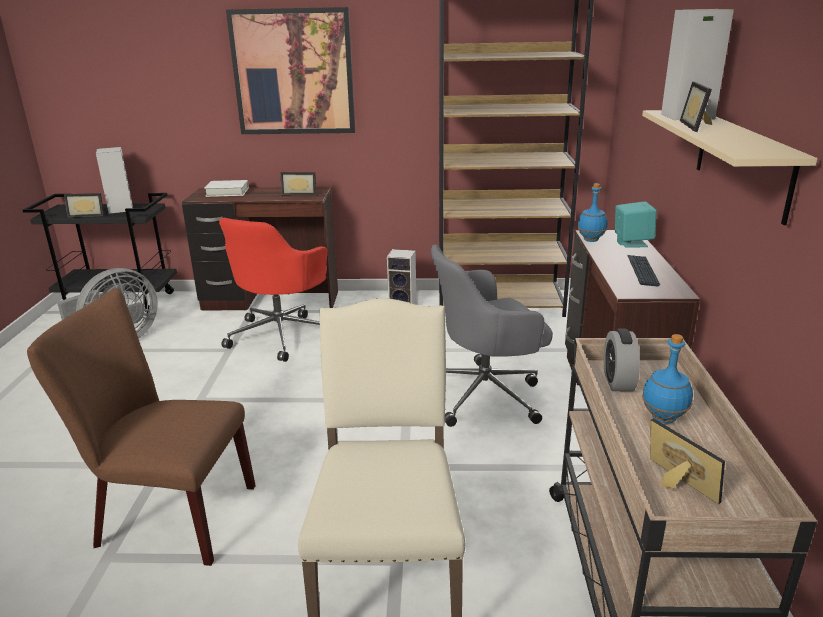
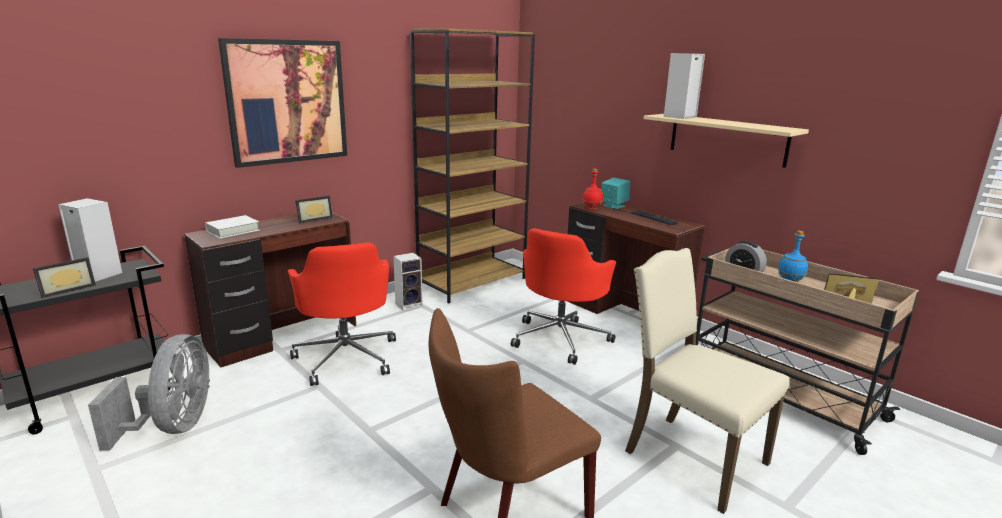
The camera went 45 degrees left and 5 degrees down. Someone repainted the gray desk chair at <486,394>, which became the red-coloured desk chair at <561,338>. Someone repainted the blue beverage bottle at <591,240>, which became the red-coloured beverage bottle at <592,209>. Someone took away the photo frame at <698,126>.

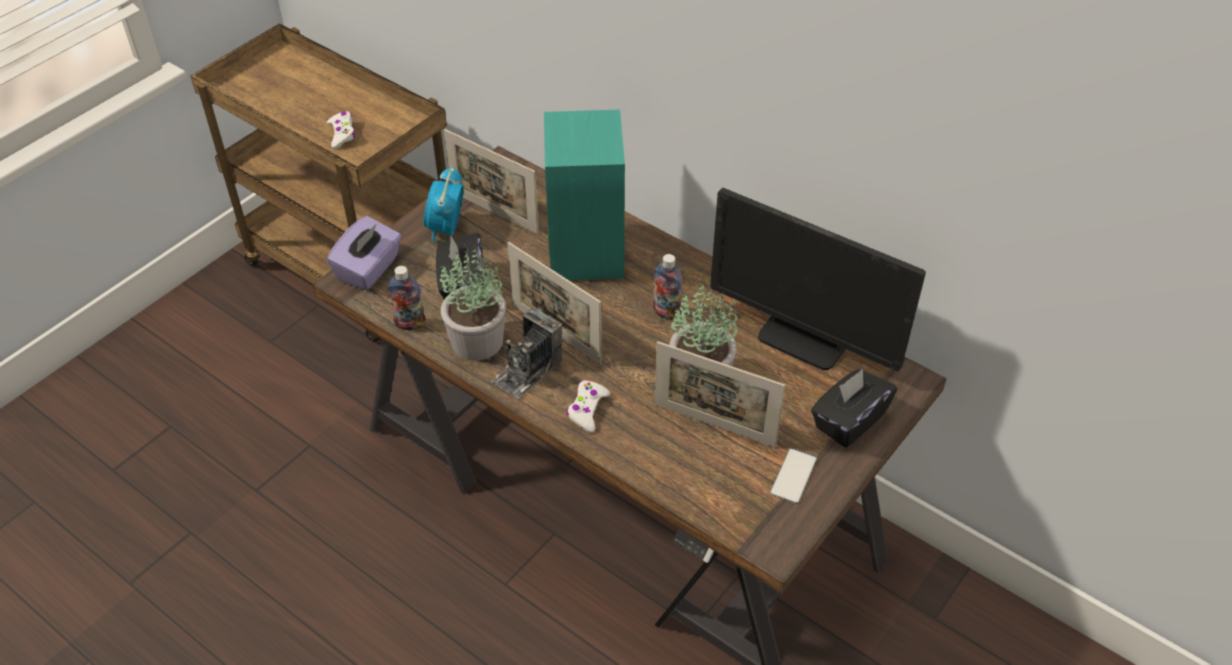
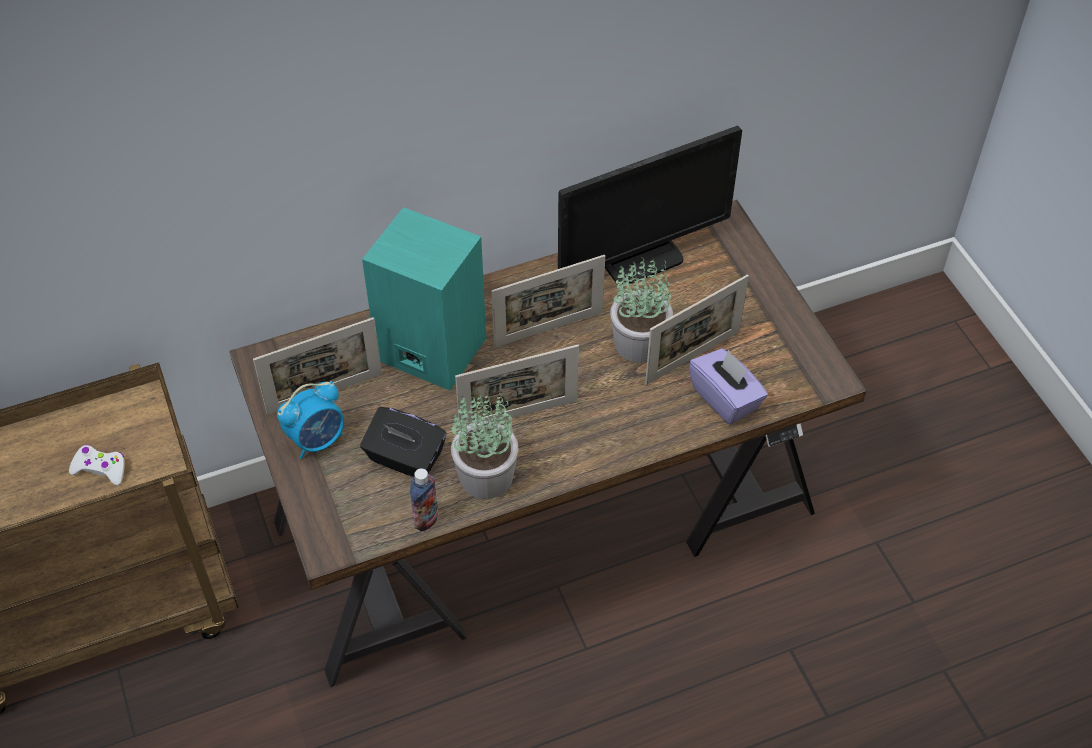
The camera went 60 degrees left and 5 degrees up. Someone rotated the bedside clock at <446,229> by 75 degrees counterclockwise. Someone swapped the beverage bottle at <666,312> for the photo frame at <548,329>. Someone carried the purplish box of tissues from <369,269> to <725,398>. Someone took away the still camera at <528,370>. Someone took away the whitish joypad at <587,410>. Someone took away the phone at <793,476>. Someone took away the black box of tissues at <848,421>.

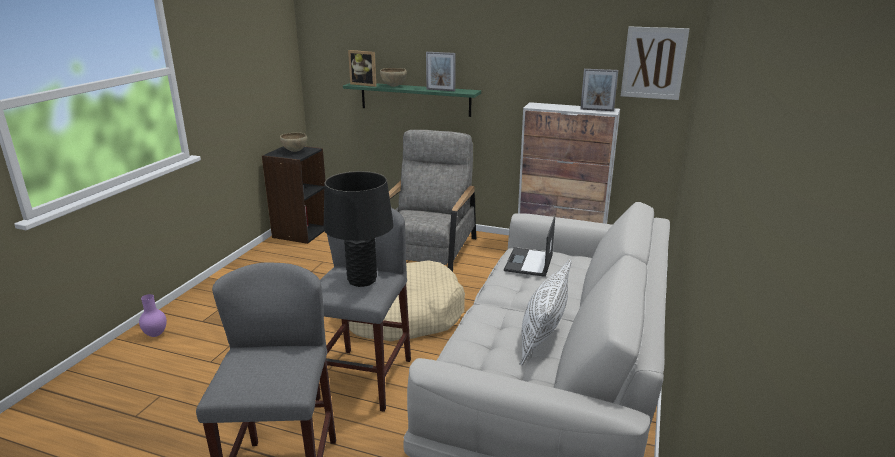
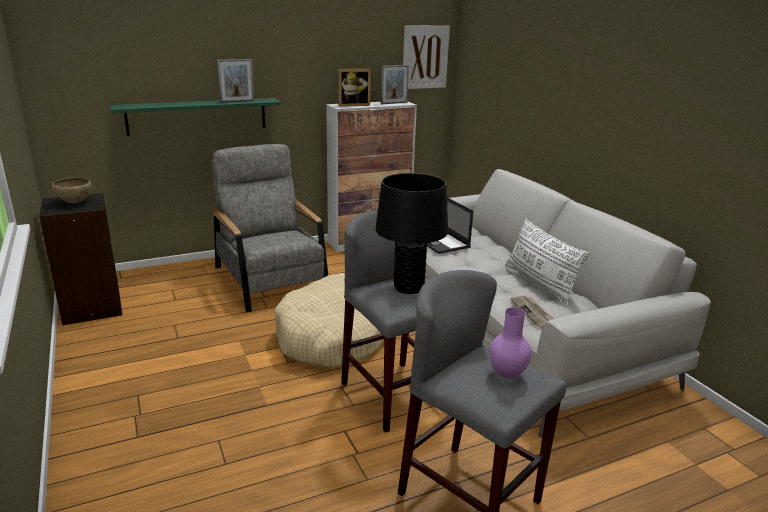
The camera went 45 degrees left and 0 degrees up. Someone carried the photo frame from <365,84> to <353,105>. Someone carried the purplish decorative vase from <156,334> to <506,374>. Someone put down the printed paper at <534,313>. Someone took away the brownish deep dish at <393,86>.

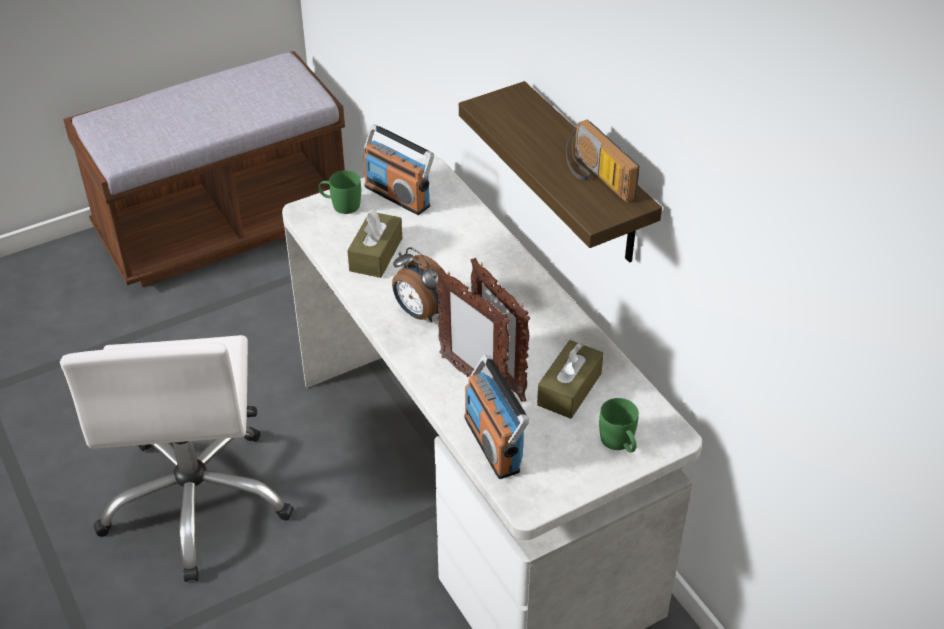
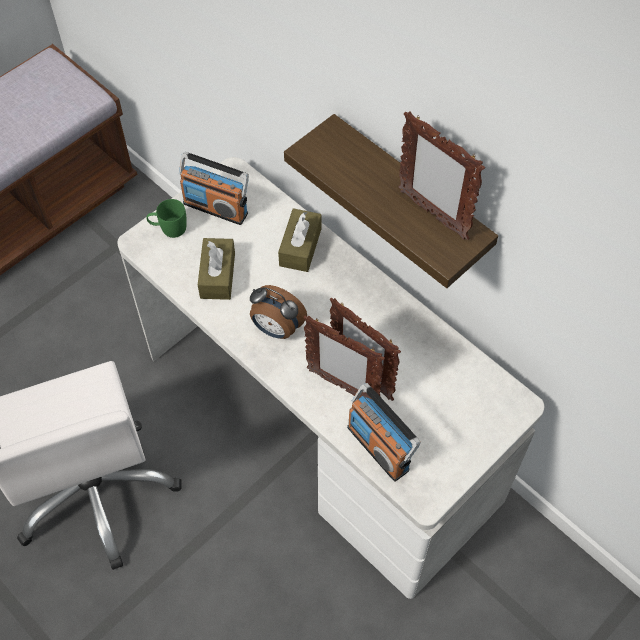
The camera went 15 degrees left and 15 degrees up. Someone carried the brownish box of tissues from <569,389> to <300,247>. Someone swapped the radio at <595,177> for the photo frame at <432,214>. Someone took away the green-coloured tea mug at <619,444>.

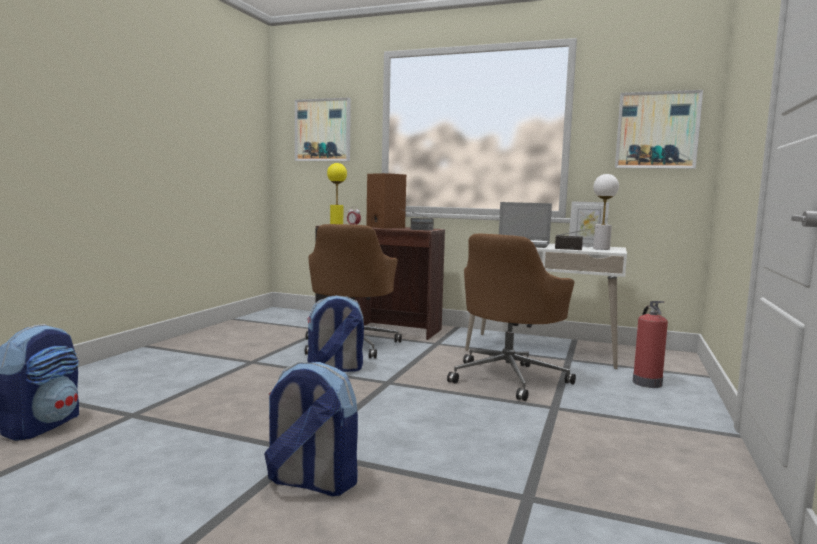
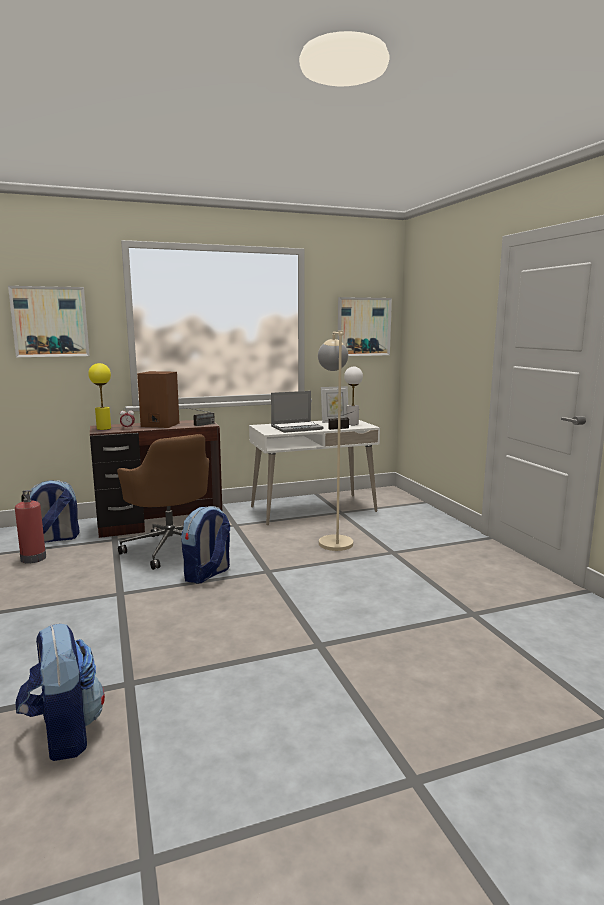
The camera went 40 degrees left and 5 degrees up. Someone carried the fire extinguisher from <646,382> to <33,558>. Someone carried the rucksack from <311,482> to <55,539>. Someone swapped the brownish desk chair at <509,378> for the sand-coloured standard lamp at <333,539>.

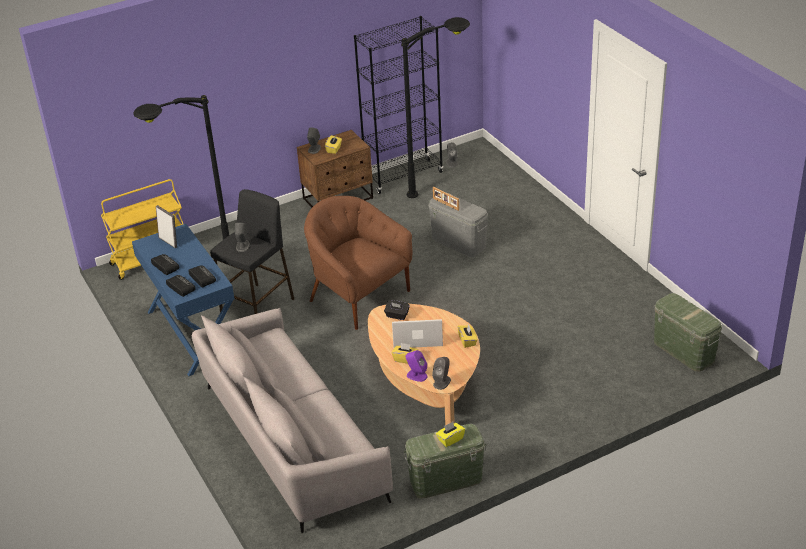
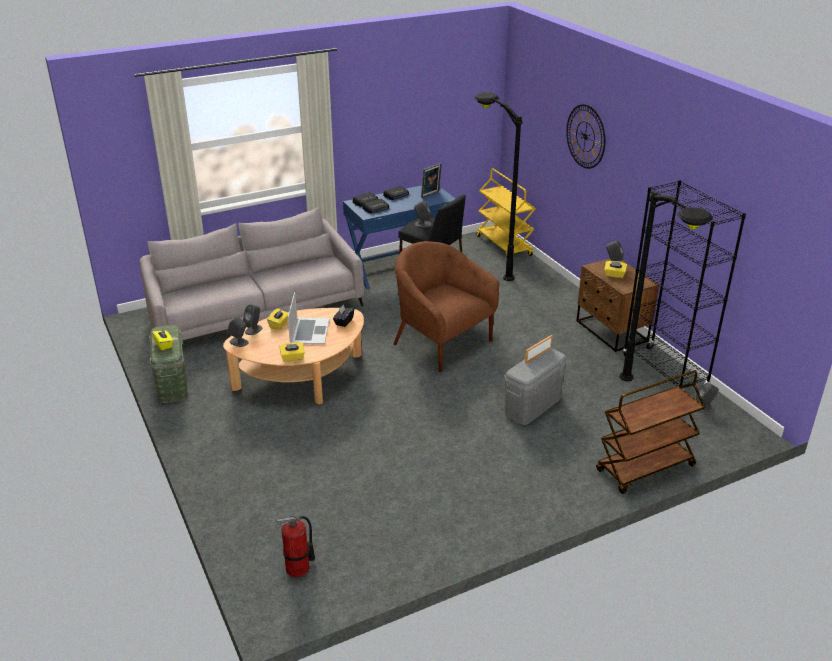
The camera went 90 degrees right and 5 degrees down. Someone repainted the purplish loudspeaker at <416,375>, which became the gray loudspeaker at <254,330>. Someone swapped the green-coloured storage bin at <684,351> for the fire extinguisher at <298,568>. Someone rotated the brownish easy chair at <358,296> by 90 degrees counterclockwise. Someone put up the clock on the wall at <585,136>. Someone put down the brownish cart at <645,469>.

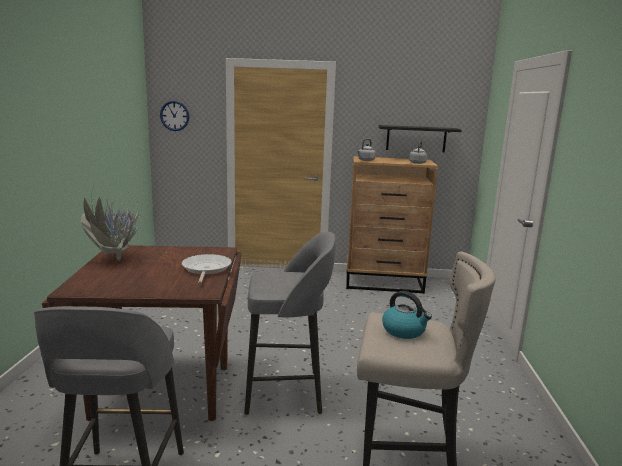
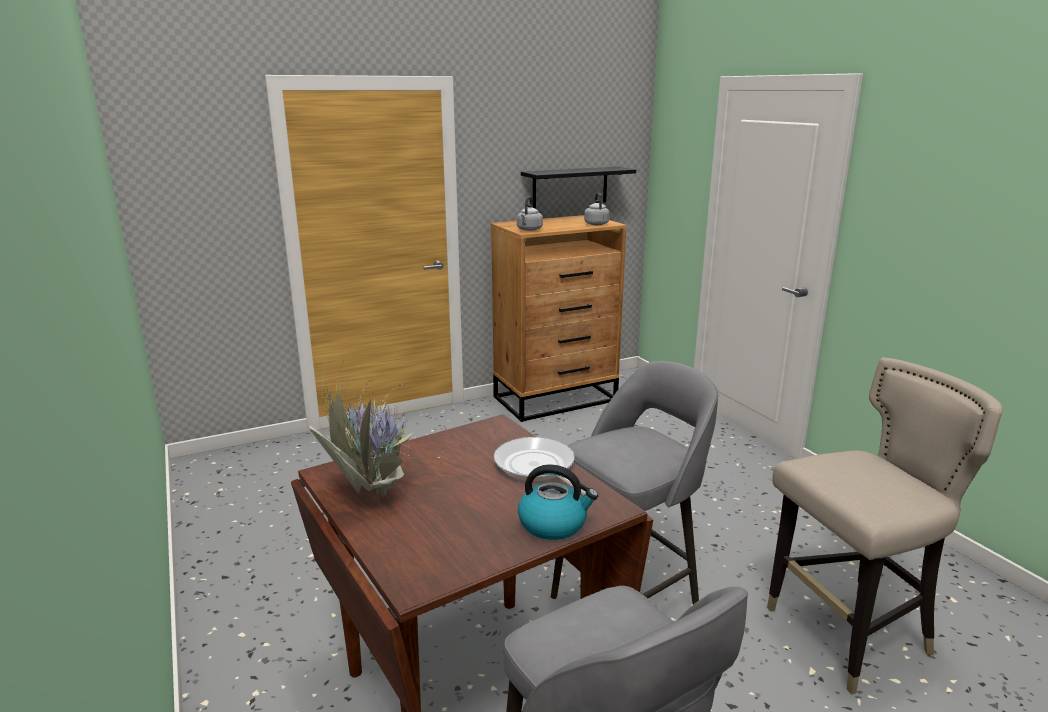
The camera went 30 degrees left and 5 degrees up. Someone carried the tea kettle from <404,331> to <554,524>. Someone took away the clock on the wall at <174,116>.

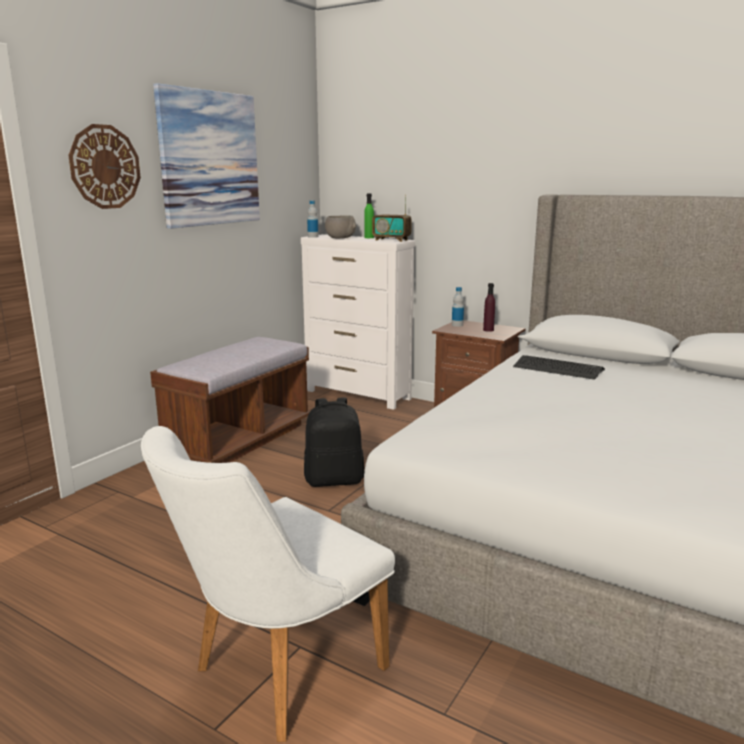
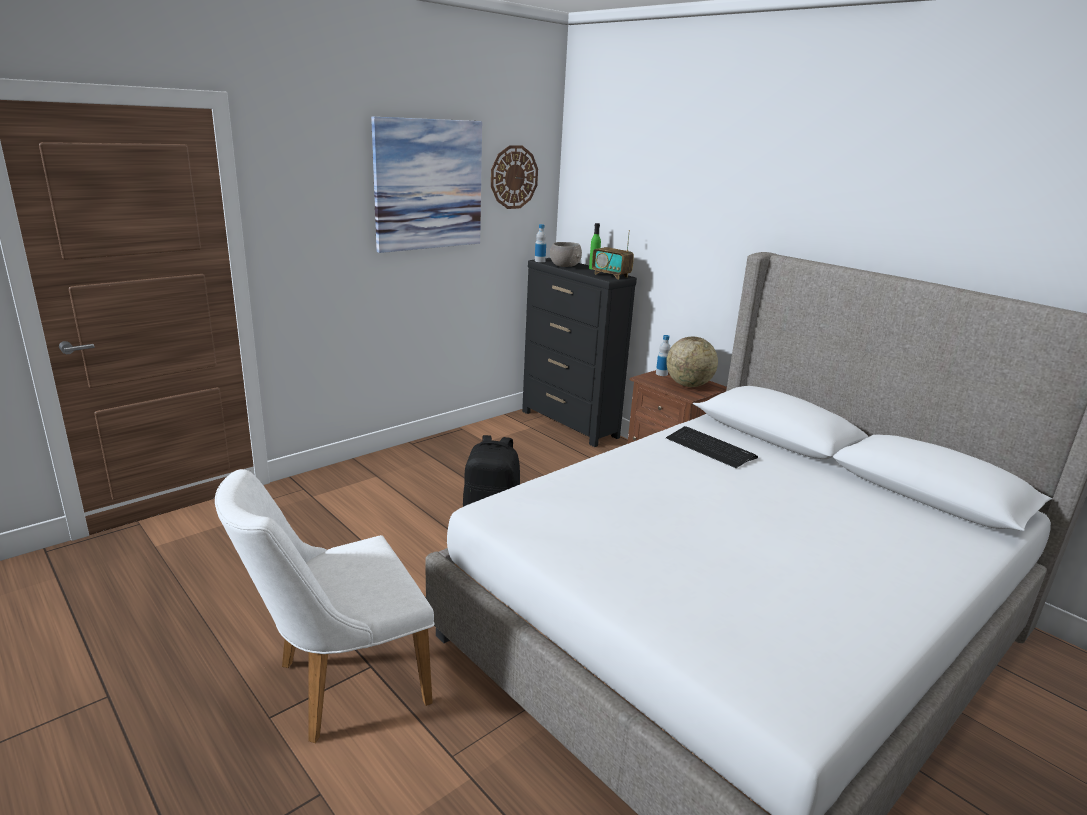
The camera went 15 degrees right and 5 degrees up. Someone carried the clock on the wall from <105,167> to <514,177>. Someone repainted the whitish dresser at <358,395>, which became the black dresser at <569,424>. Someone swapped the purplish beverage bottle at <488,330> for the desk globe at <688,385>. Someone took away the brownish bench at <239,439>.

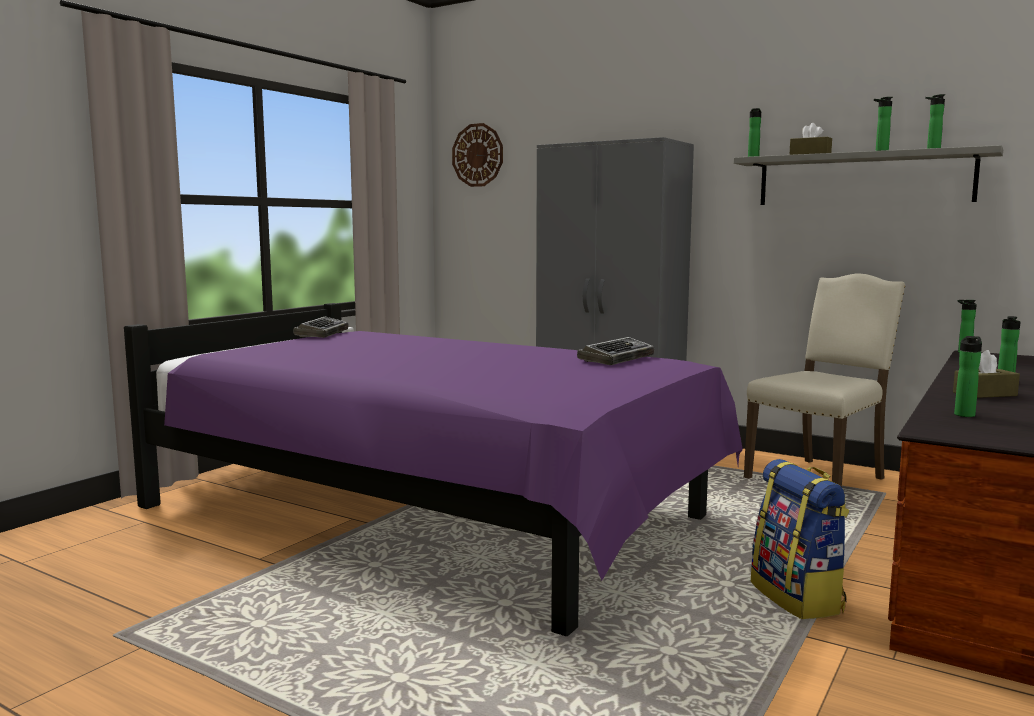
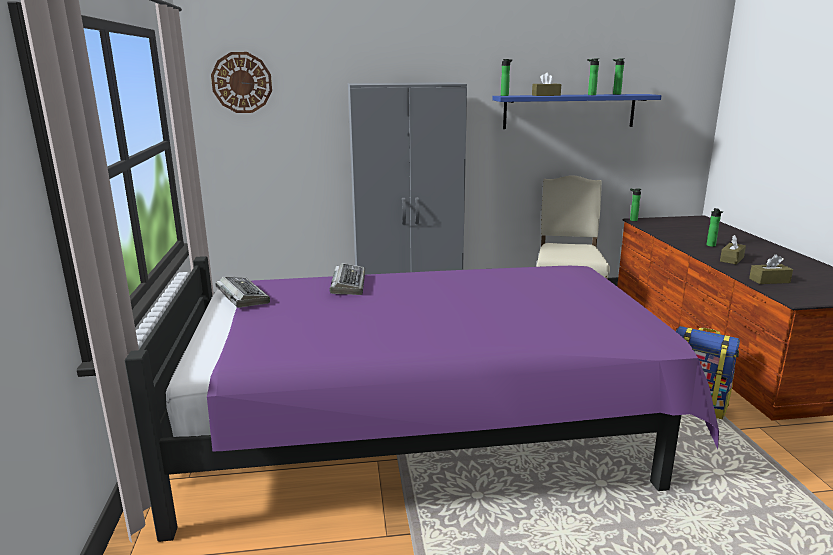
The camera went 40 degrees left and 10 degrees up. Someone carried the computer keyboard from <616,358> to <348,284>. Someone repainted the gray wall shelf at <863,179>, which became the blue wall shelf at <569,111>. Someone swapped the beverage bottle at <964,414> for the brownish box of tissues at <769,280>.

